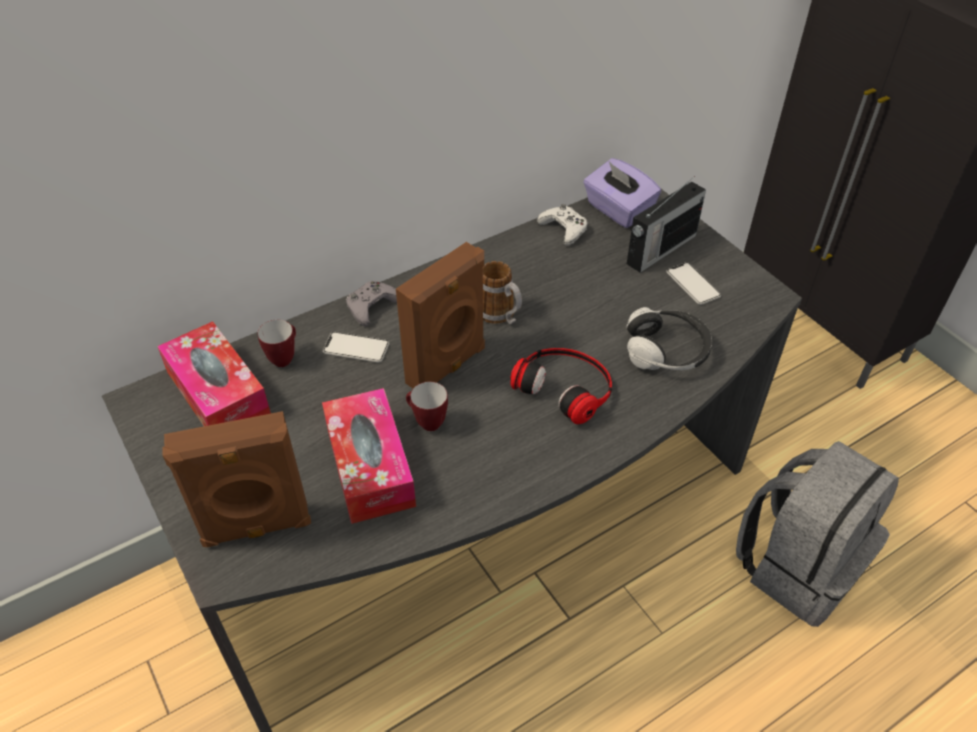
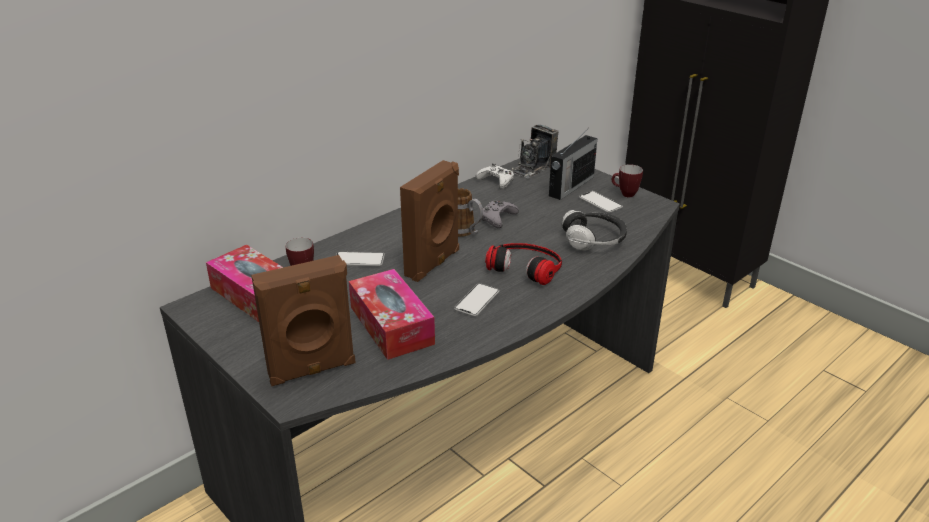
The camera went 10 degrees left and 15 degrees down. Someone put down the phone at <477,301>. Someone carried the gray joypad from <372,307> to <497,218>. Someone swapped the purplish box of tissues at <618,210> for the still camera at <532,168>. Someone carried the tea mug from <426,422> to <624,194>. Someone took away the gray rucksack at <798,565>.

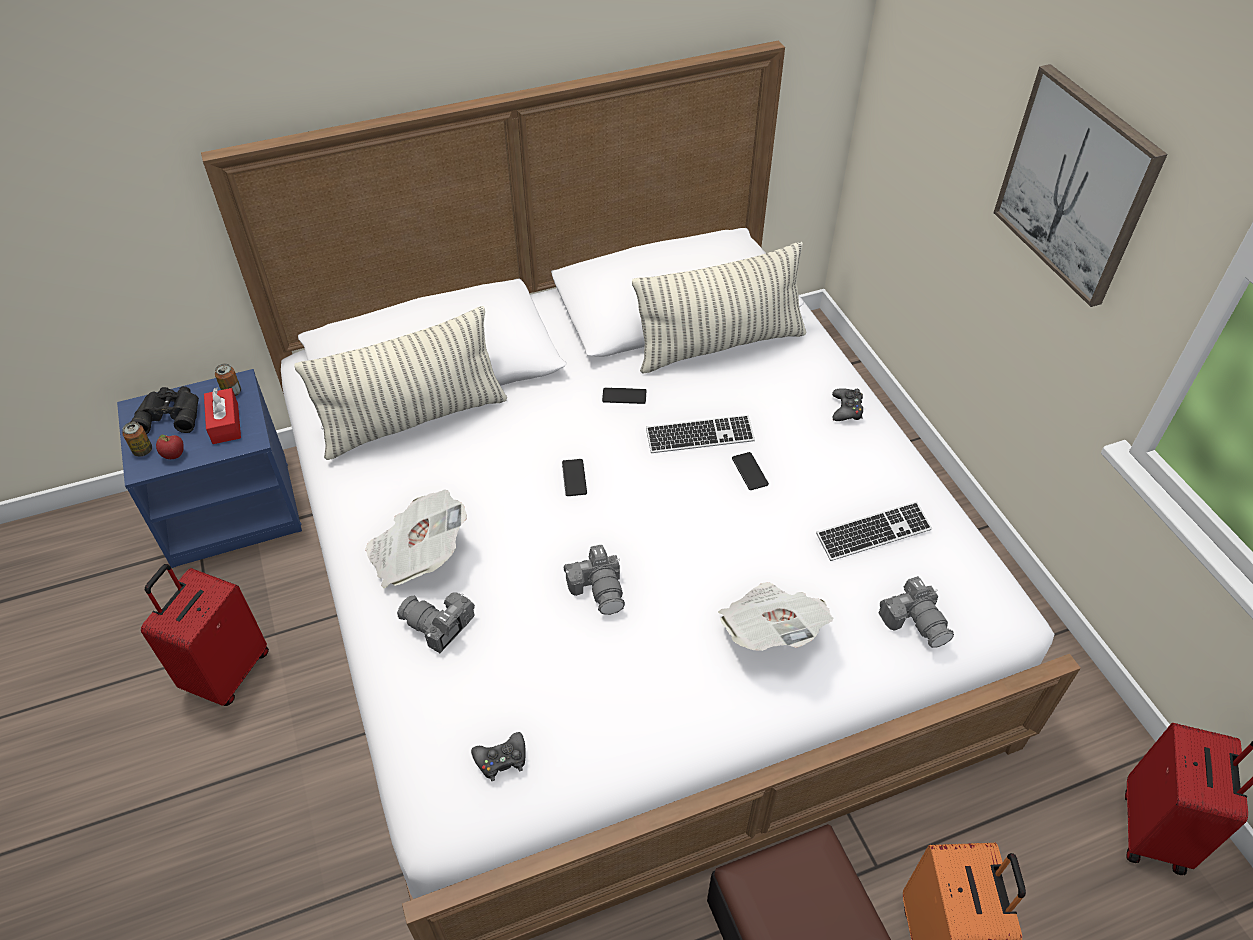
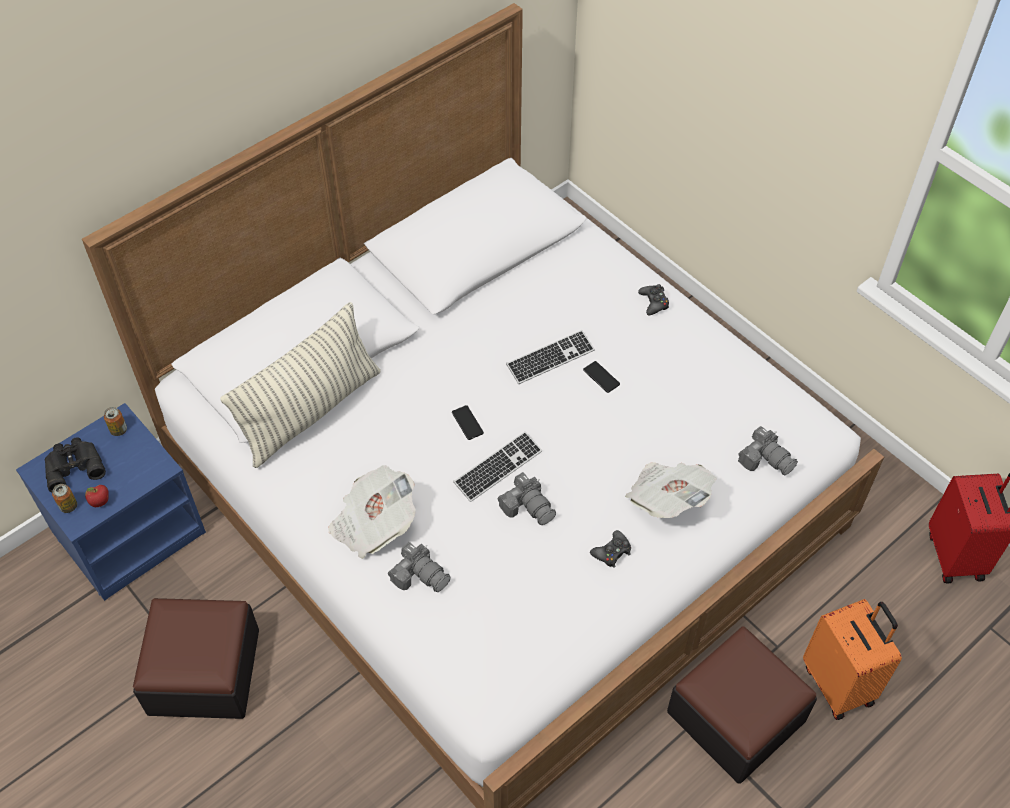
The camera went 20 degrees left and 5 degrees up. Someone swapped the red-coloured piece of luggage at <226,672> for the footrest at <204,671>. Someone rotated the still camera at <438,627> by 150 degrees counterclockwise. Someone carried the computer keyboard from <873,533> to <498,467>. Someone carried the black joypad from <501,759> to <612,552>. Someone took away the red-coloured box of tissues at <225,423>. Someone took away the phone at <624,396>. Someone took away the pillow at <719,345>. Someone took away the wall picture at <1076,185>.

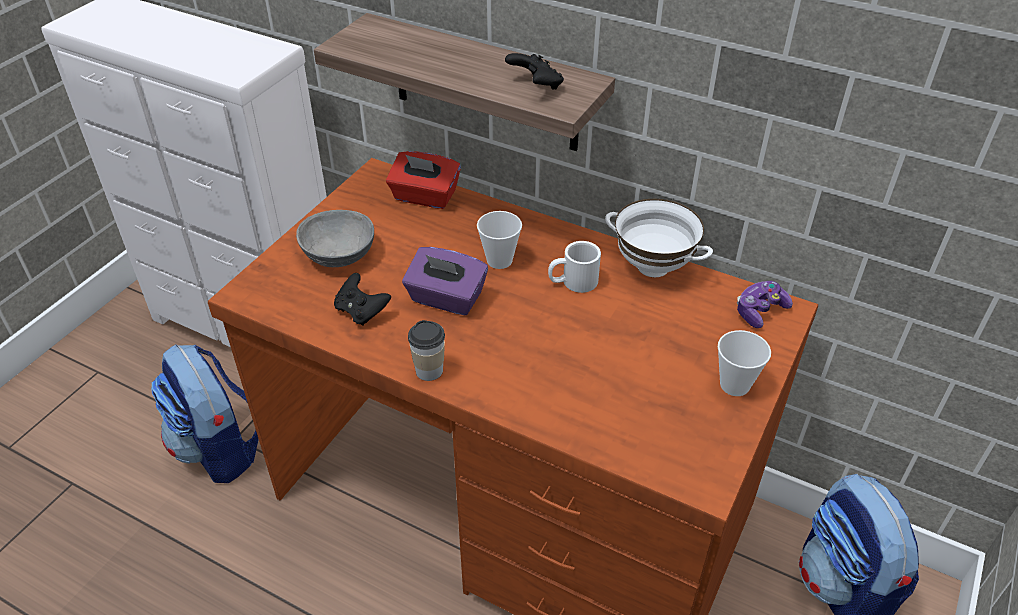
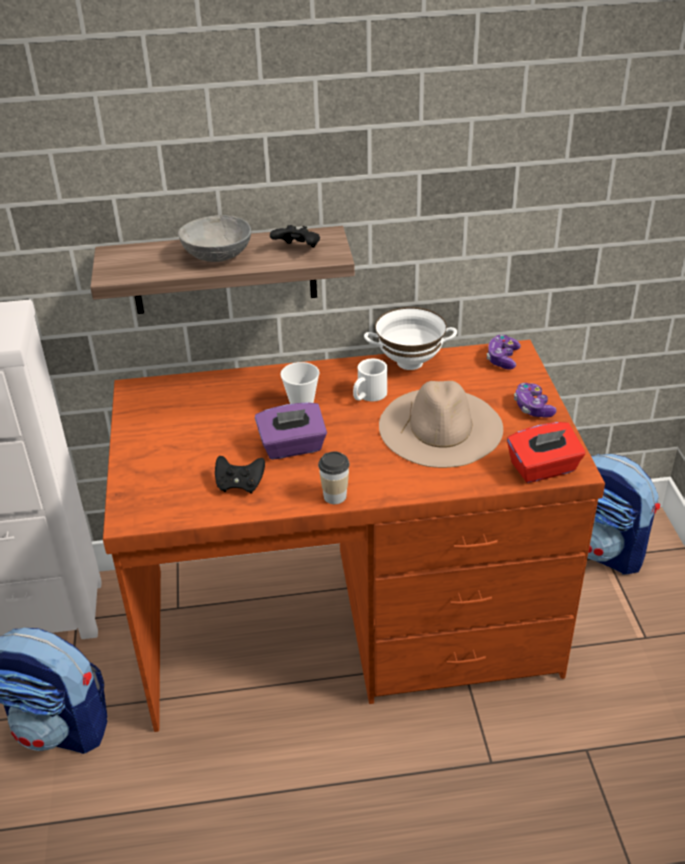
The camera went 35 degrees left and 5 degrees down. Someone carried the gray deep dish from <338,255> to <217,255>. Someone put down the sand-coloured wearable hat at <440,426>. Someone carried the red-coloured box of tissues from <424,197> to <543,469>. Someone swapped the drinking cup at <734,385> for the joypad at <532,407>.

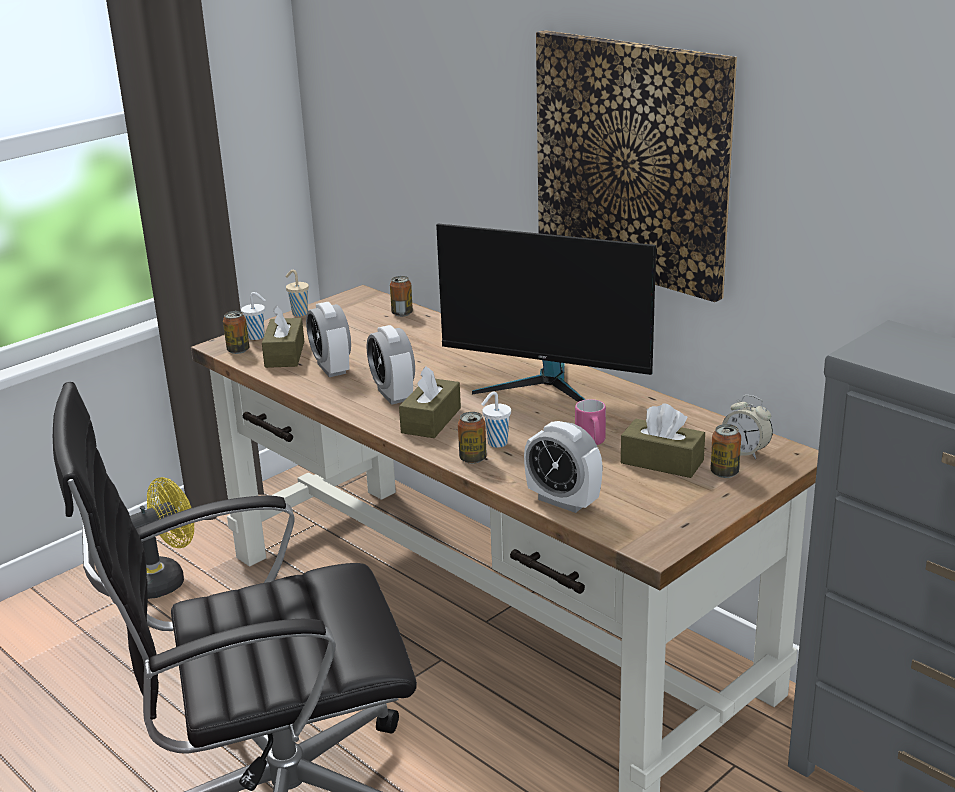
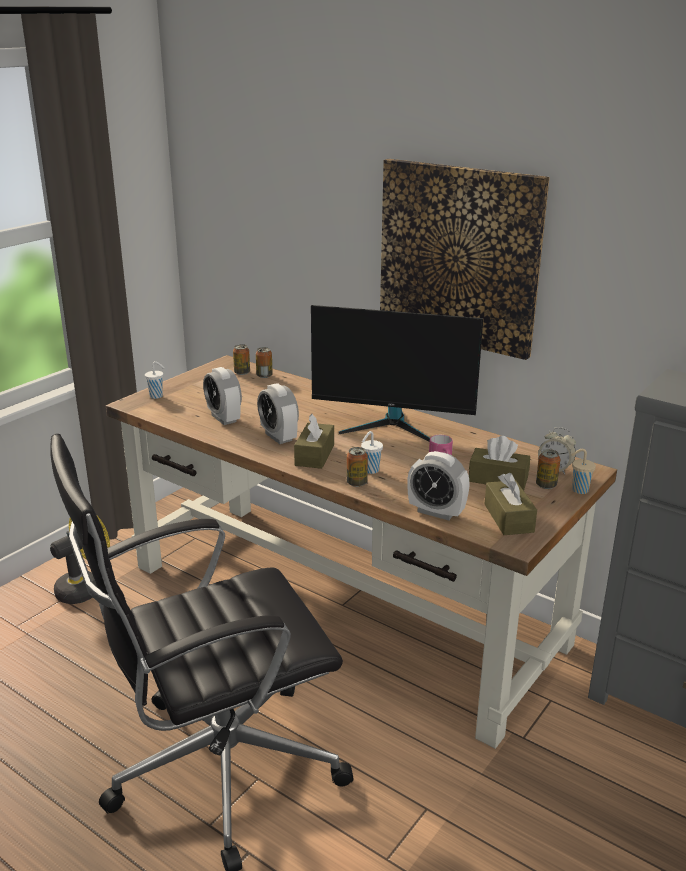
The camera went 10 degrees left and 0 degrees up. Someone carried the can from <238,350> to <242,372>. Someone carried the brownish box of tissues from <285,354> to <508,518>. Someone carried the sand-coloured drinking cup from <299,313> to <579,490>.

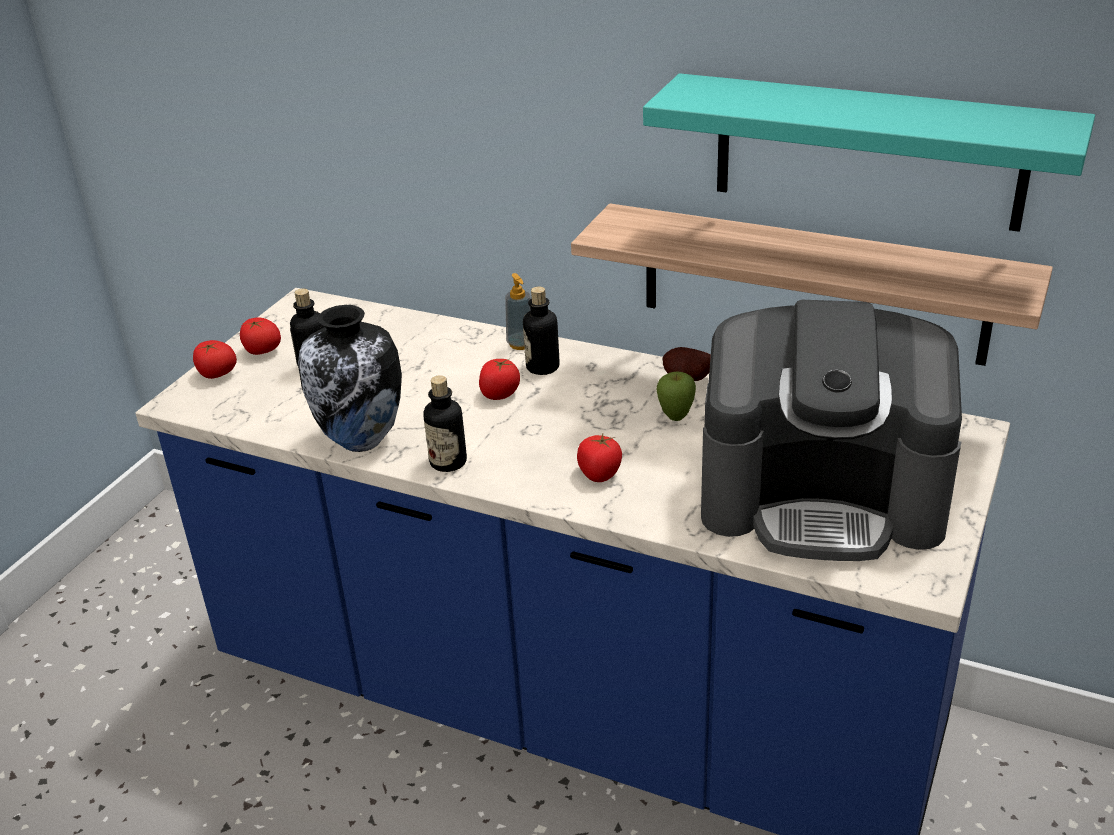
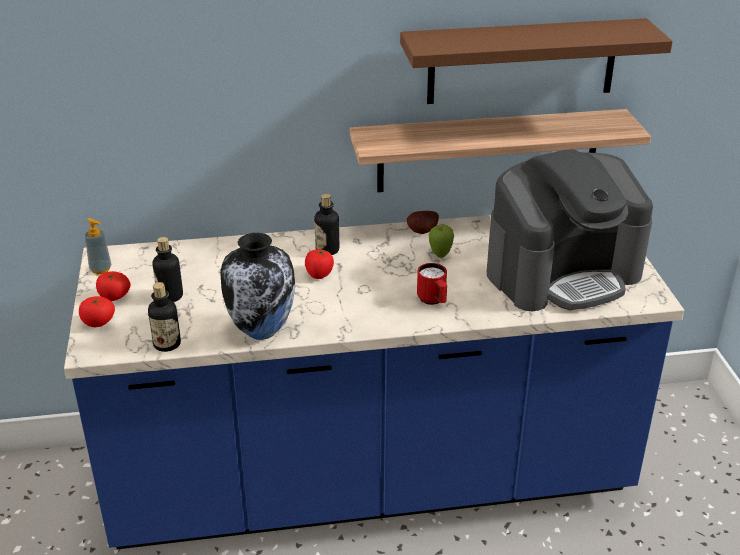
The camera went 35 degrees left and 0 degrees up. Someone carried the liquid soap bottle from <521,344> to <100,269>. Someone carried the beverage bottle from <448,462> to <167,344>. Someone repainted the blue-green wall shelf at <868,152>, which became the brownish wall shelf at <522,61>. Someone swapped the tomato at <599,474> for the red-coloured tea mug at <433,301>.

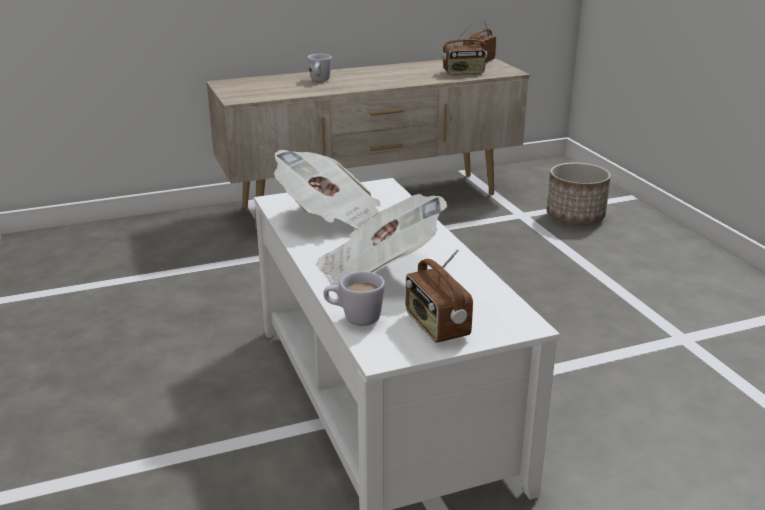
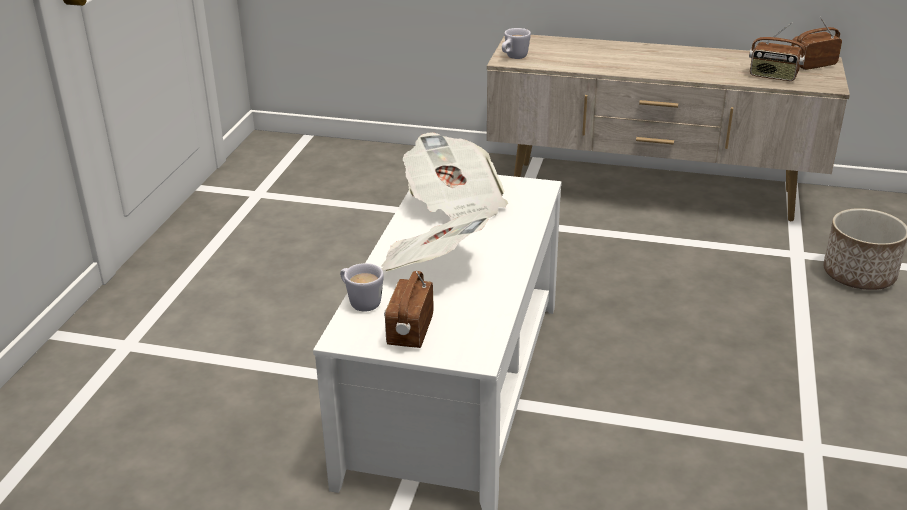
The camera went 35 degrees right and 5 degrees up. Someone carried the whitish tea mug from <319,81> to <513,57>.

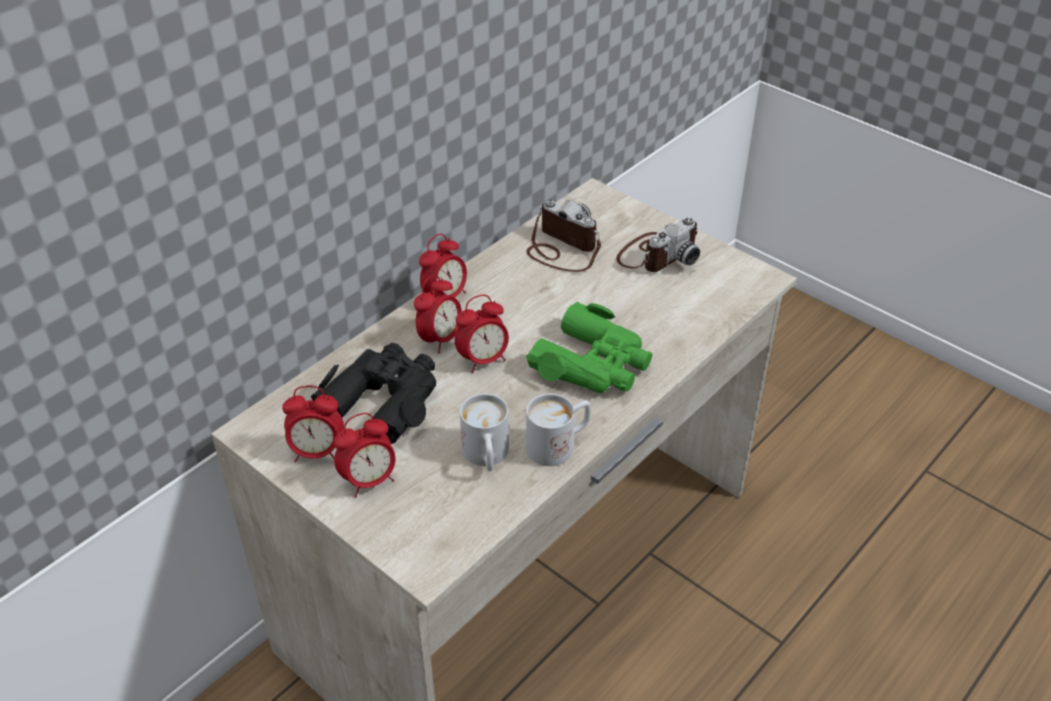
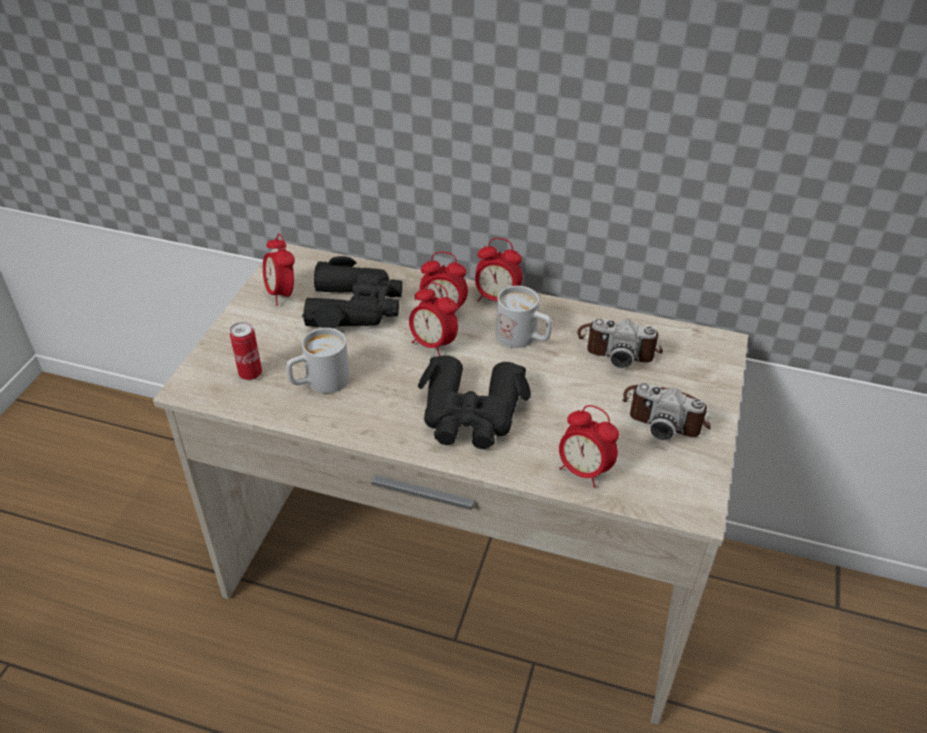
The camera went 65 degrees right and 0 degrees up. Someone put down the can at <250,374>. Someone repainted the green-coloured field glasses at <593,364>, which became the black field glasses at <471,413>. Someone carried the whitish tea mug from <559,444> to <523,338>. Someone carried the bedside clock from <369,480> to <583,471>. Someone rotated the still camera at <561,248> by 90 degrees clockwise.

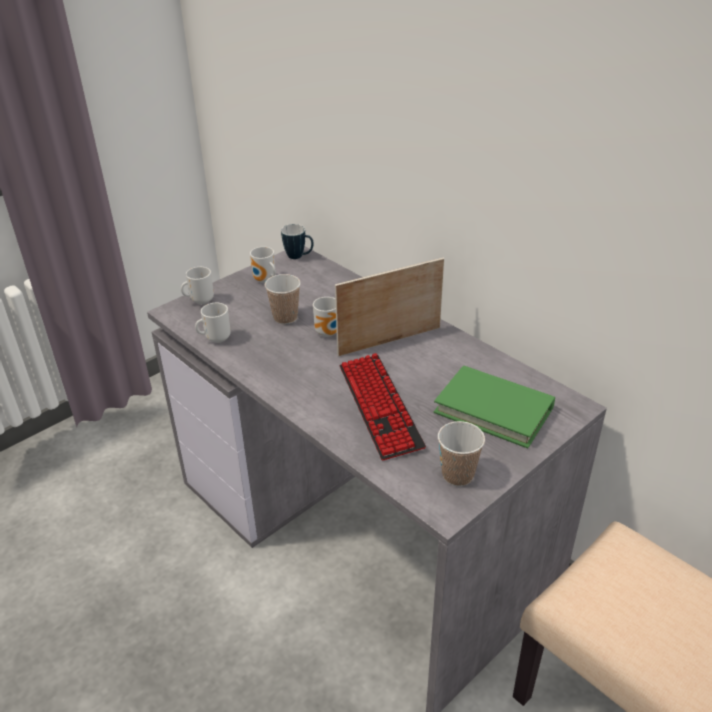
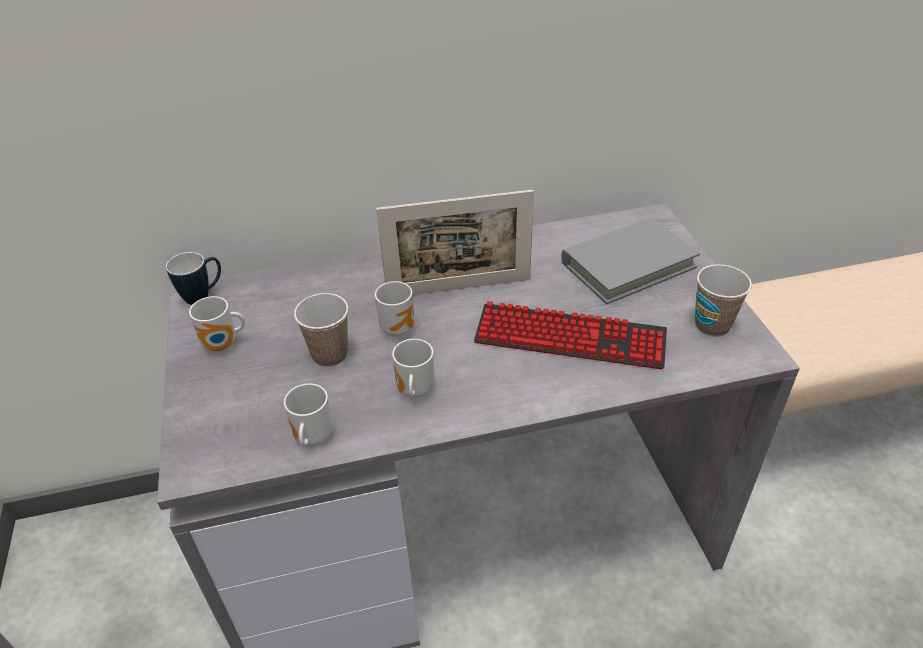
The camera went 60 degrees left and 5 degrees up. Someone rotated the photo frame at <389,341> by 105 degrees counterclockwise. Someone carried the tea mug from <200,300> to <414,392>. Someone repainted the green-coloured bound book at <493,410>, which became the gray bound book at <628,265>.

